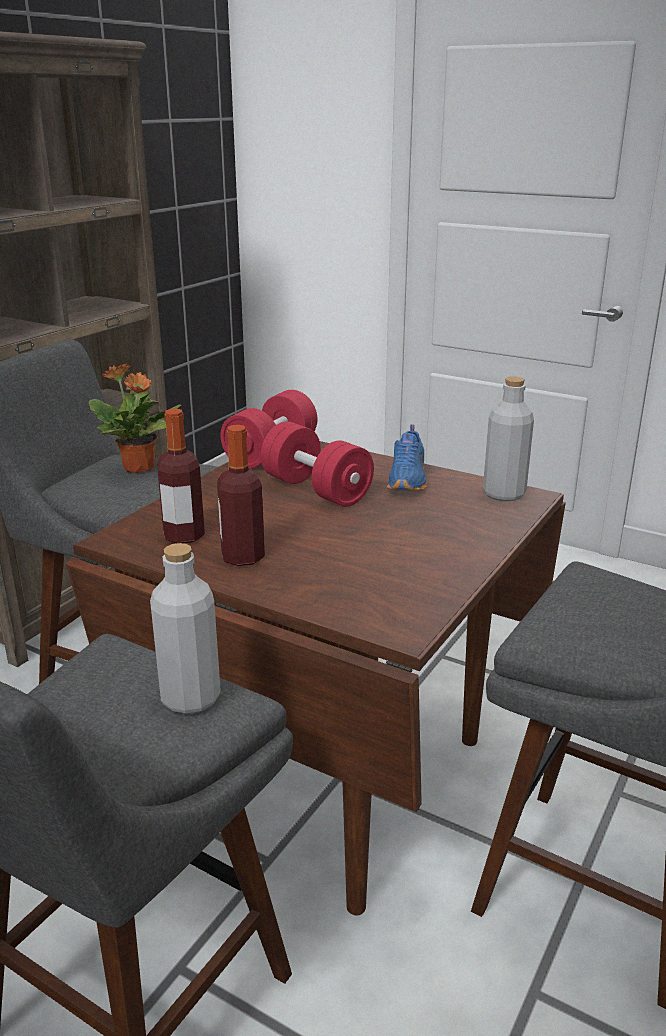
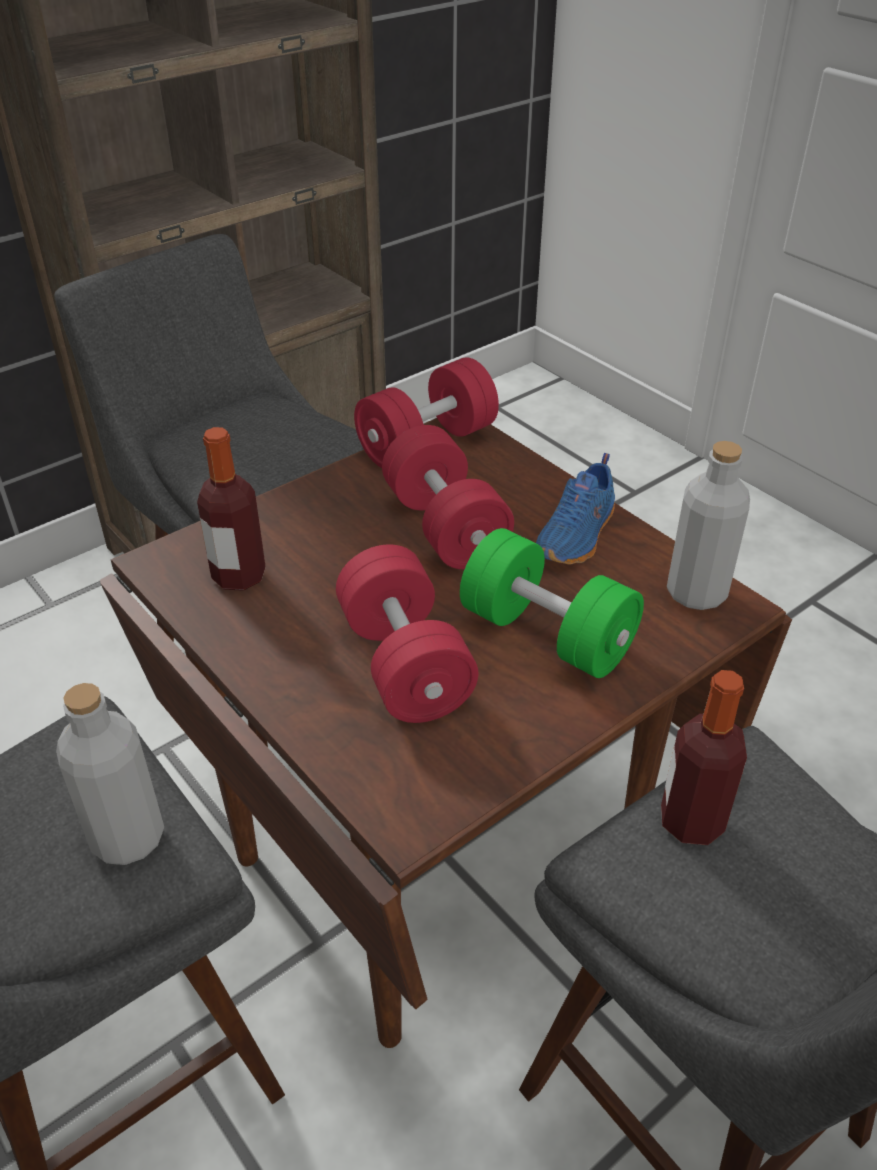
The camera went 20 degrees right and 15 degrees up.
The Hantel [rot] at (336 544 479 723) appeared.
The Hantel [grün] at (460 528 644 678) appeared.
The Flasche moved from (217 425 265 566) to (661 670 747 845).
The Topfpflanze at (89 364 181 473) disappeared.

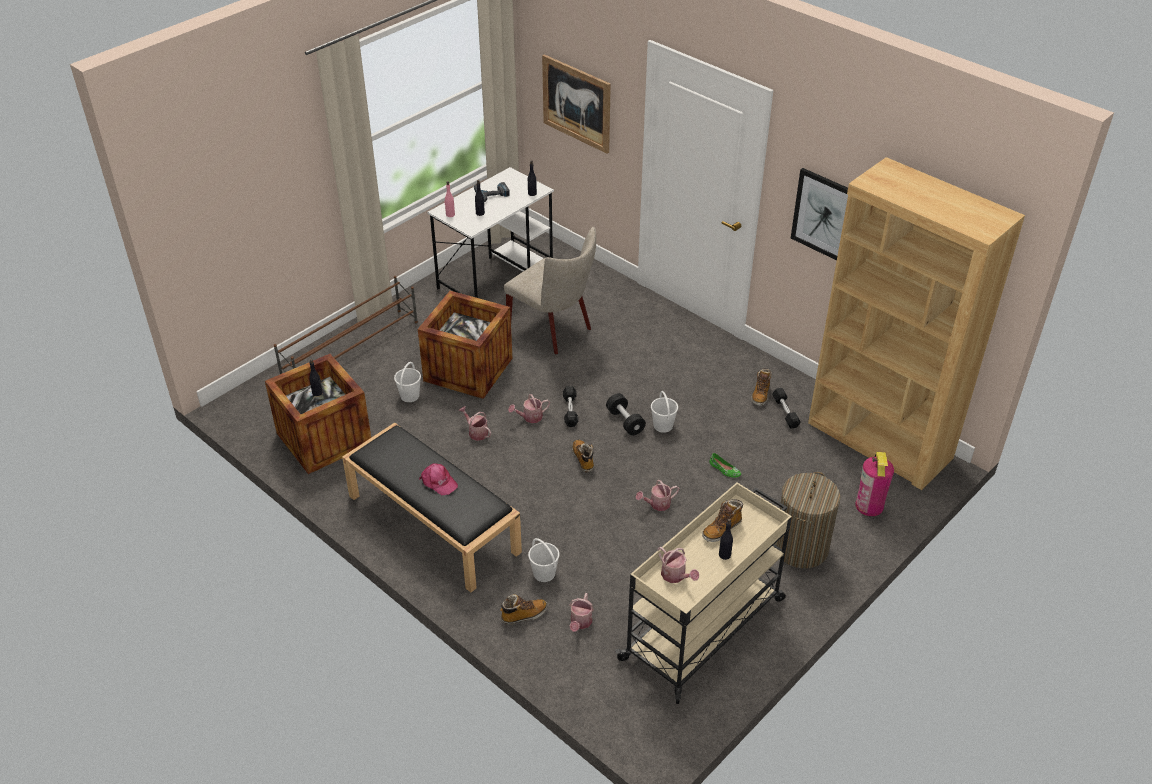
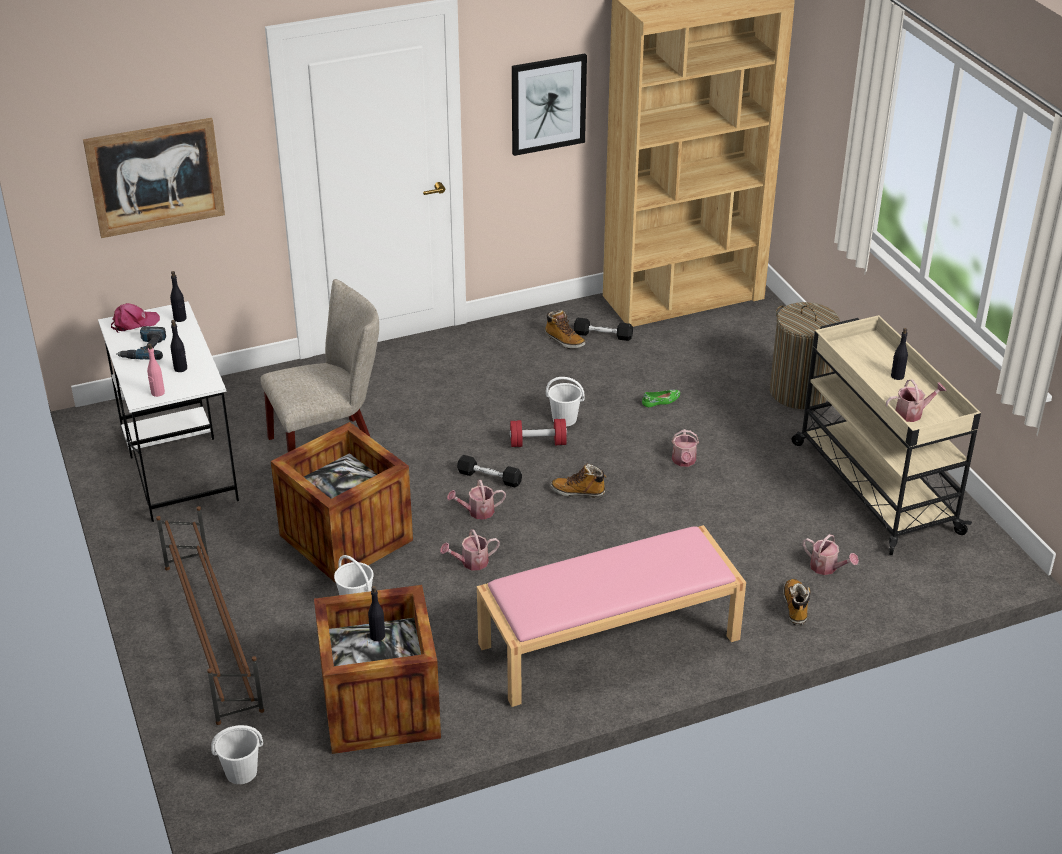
The camera went 65 degrees left and 5 degrees down.
The Kappe [rosa] moved from (419 463 458 495) to (111 303 160 333).
The Eimer [weiß] moved from (528 538 559 582) to (211 725 263 784).
The Gießkanne at (508 394 550 423) turned 75 degrees clockwise.
The Bank [schwarz] at (342 422 522 592) became the Bank [rosa] at (477 525 746 707).
The Hantel [schwarz] at (606 393 646 436) became the Hantel [rot] at (509 419 567 447).
The Stiefel at (702 499 743 542) disappeared.
The Feuerlöscher at (855 452 894 516) disappeared.

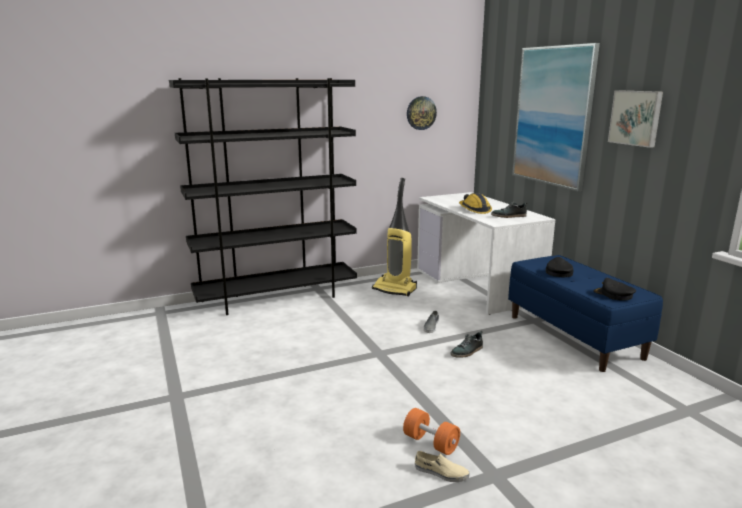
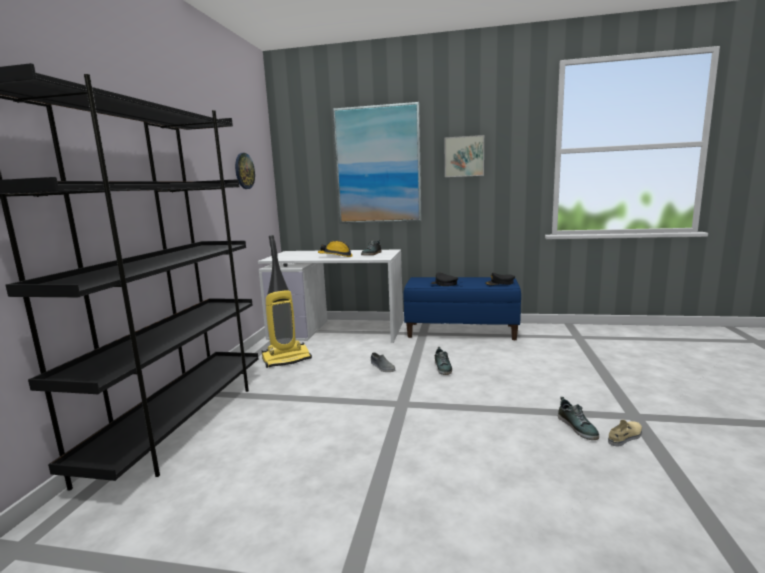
The camera went 55 degrees left and 5 degrees down.
The Hantel [orange] at (403 408 460 455) was replaced by the Schuh at (558 397 599 440).

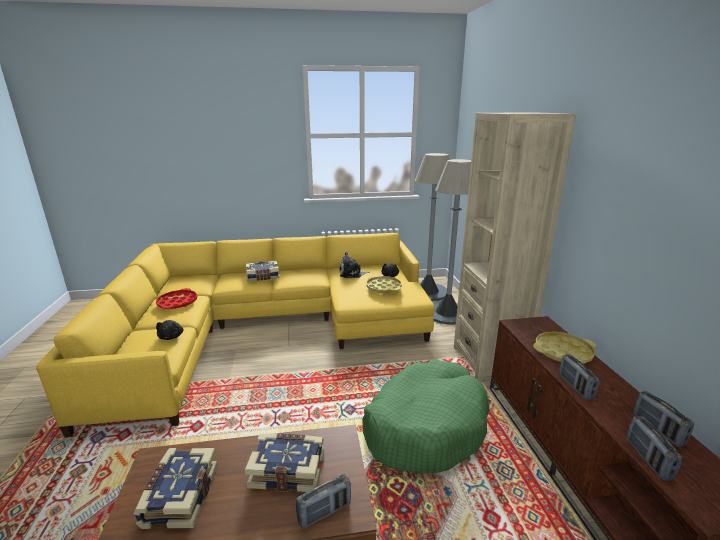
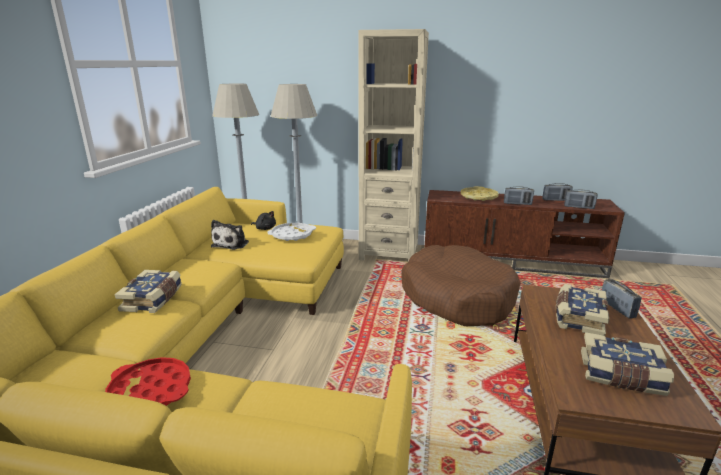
The camera went 70 degrees left and 0 degrees up.
The Tablett [gelb] at (366 276 402 293) became the Tablett [weiß] at (268 223 316 241).
The Hundebett [grün] at (362 360 490 474) became the Hundebett [braun] at (401 245 520 326).
The Plüschtier [schwarz] at (156 320 183 340) disappeared.

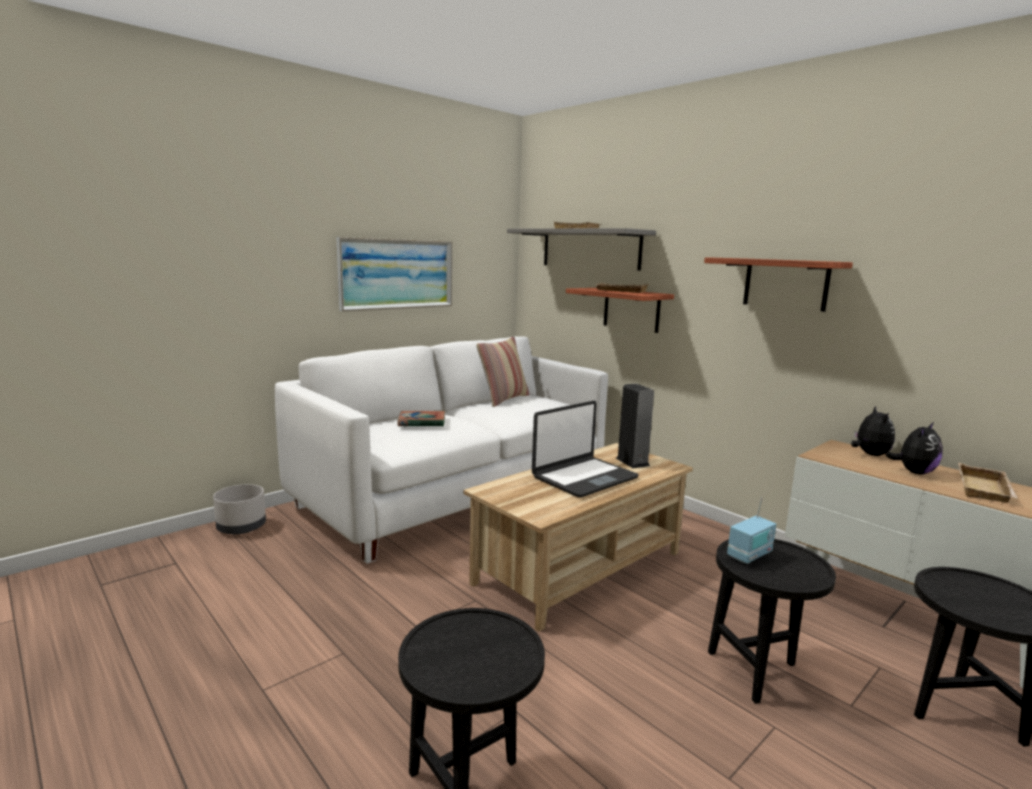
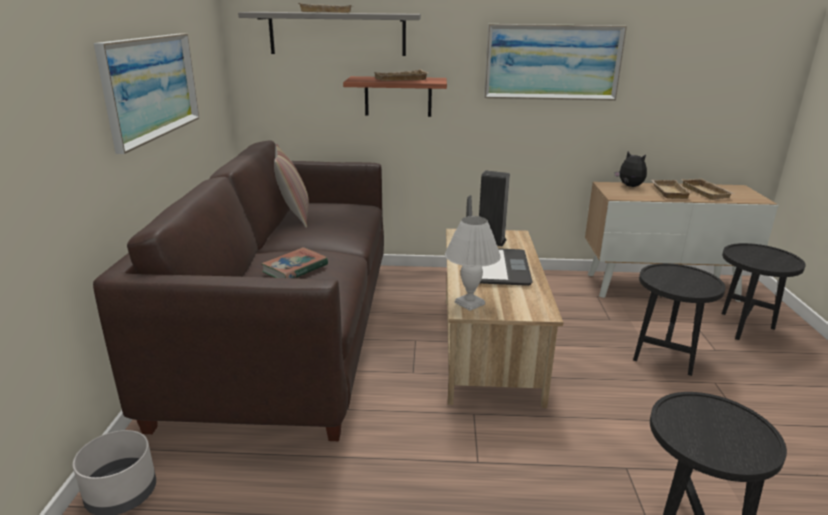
The camera went 45 degrees left and 10 degrees up.
The Sofa [weiß] at (275 336 608 564) became the Sofa [braun] at (93 140 384 441).
The Tischlampe [weiß] at (445 216 501 311) appeared.
The Wandregal at (704 257 853 312) was replaced by the Bild at (484 24 627 101).
The Plüschtier at (886 422 943 474) was replaced by the Tablett [beige] at (651 180 692 199).
The Radio at (727 498 776 564) disappeared.

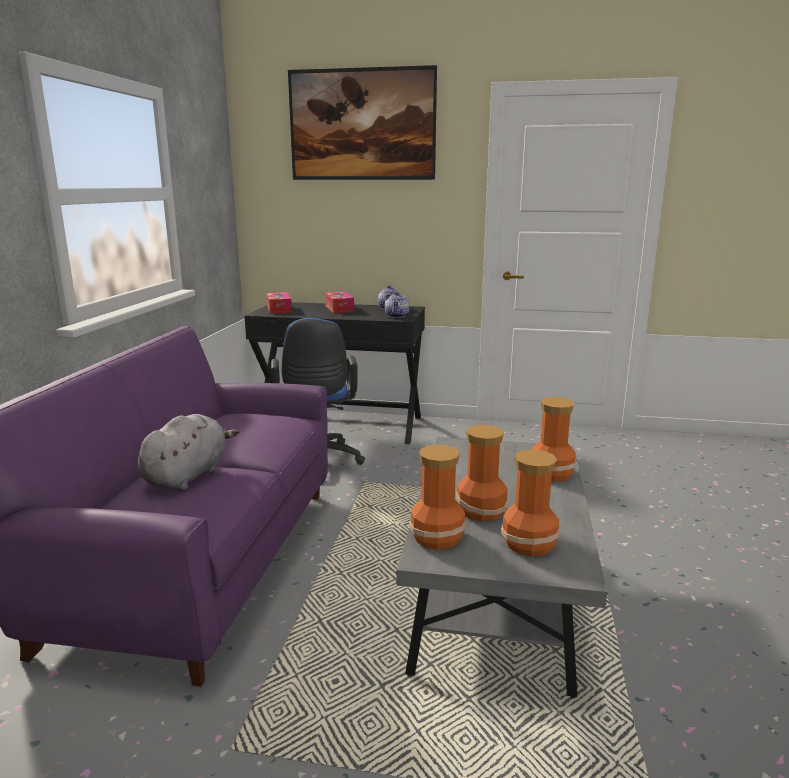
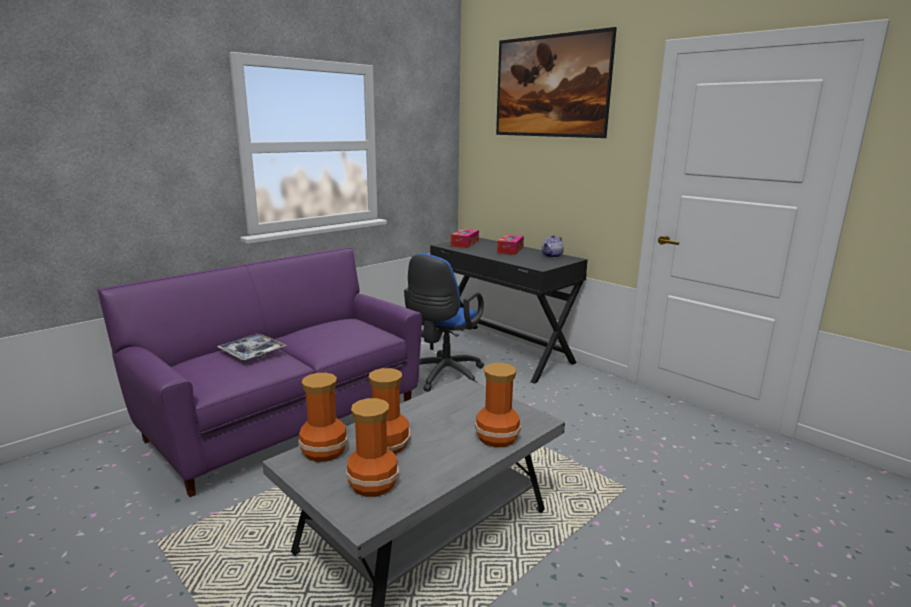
The camera went 35 degrees right and 0 degrees up.
The Plüschtier [grau] at (138 414 239 490) was replaced by the Tablett at (217 334 287 360).
The Teekanne at (385 292 410 318) disappeared.

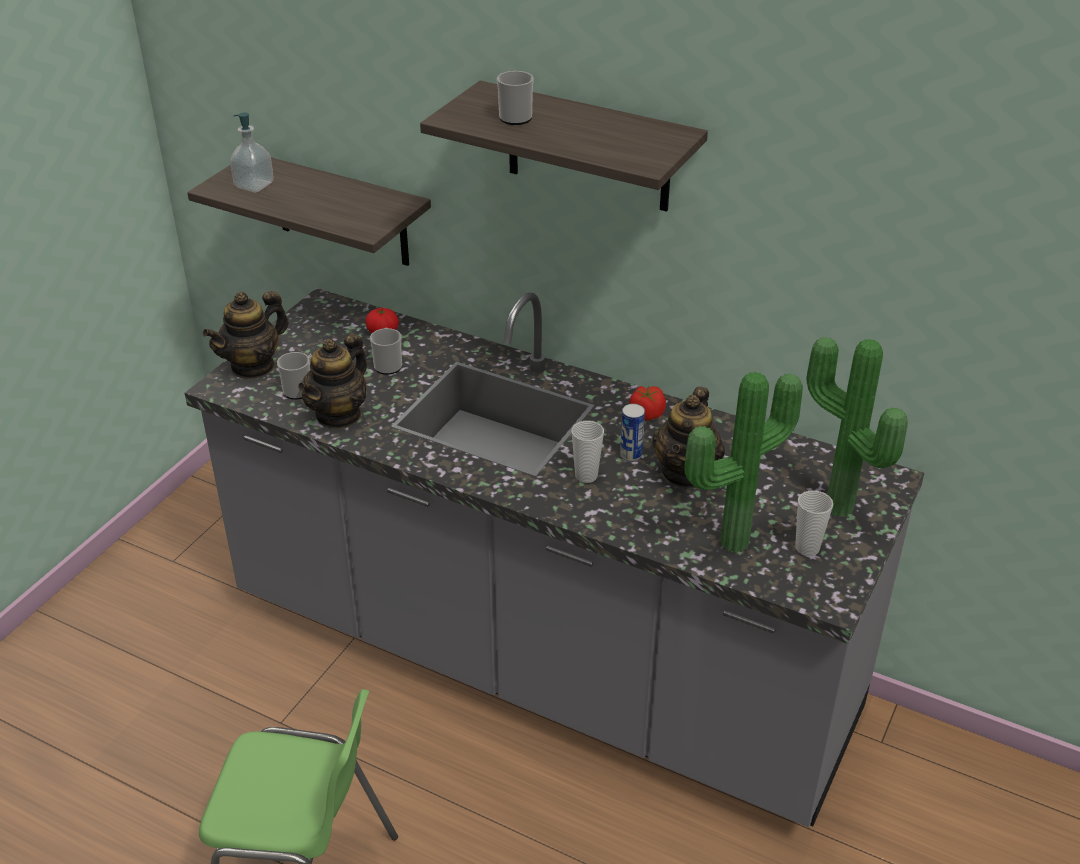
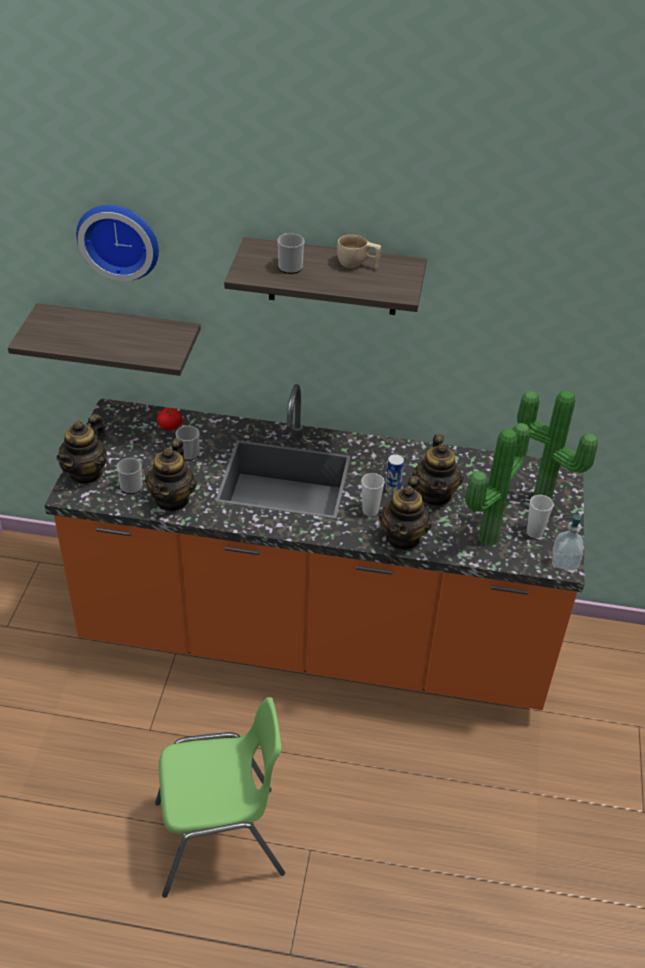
The camera went 20 degrees left and 5 degrees up.
The Küchenzeile [grau] at (185 288 924 827) became the Küchenzeile [orange] at (44 384 585 710).
The Wanduhr at (76 205 159 281) appeared.
The Tasse [beige] at (337 235 381 269) appeared.
The Teekanne at (379 476 431 551) appeared.
The Seifenspender moved from (230 112 274 192) to (552 514 584 571).
The Tomate at (629 386 666 420) disappeared.

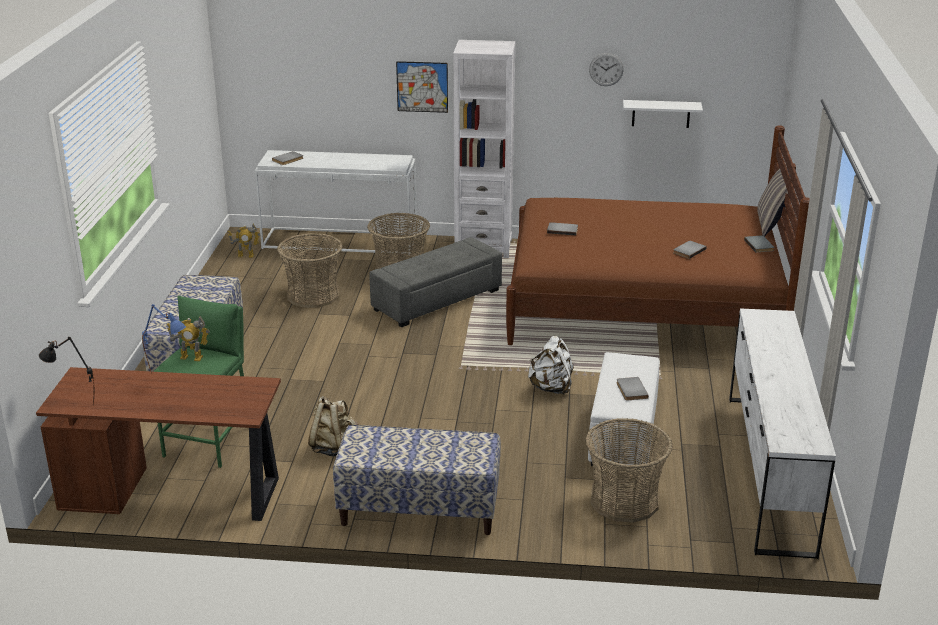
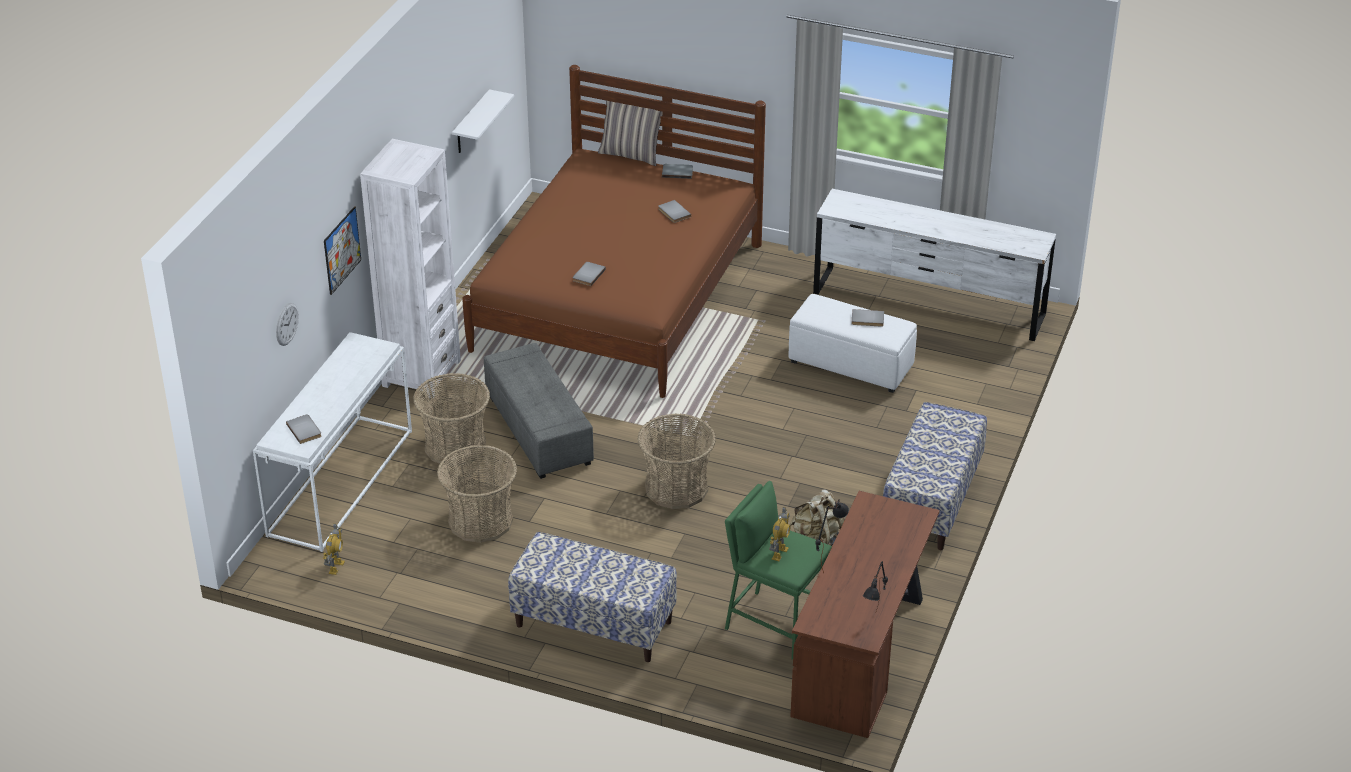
The camera went 75 degrees left and 10 degrees up.
The Wanduhr moved from (589 53 624 86) to (276 303 299 346).
The Korb moved from (585 418 673 523) to (637 413 716 509).
The Tischlampe [blau] at (142 304 186 373) became the Tischlampe [schwarz] at (815 499 849 573).
The Rucksack [weiß] at (528 336 574 395) disappeared.

